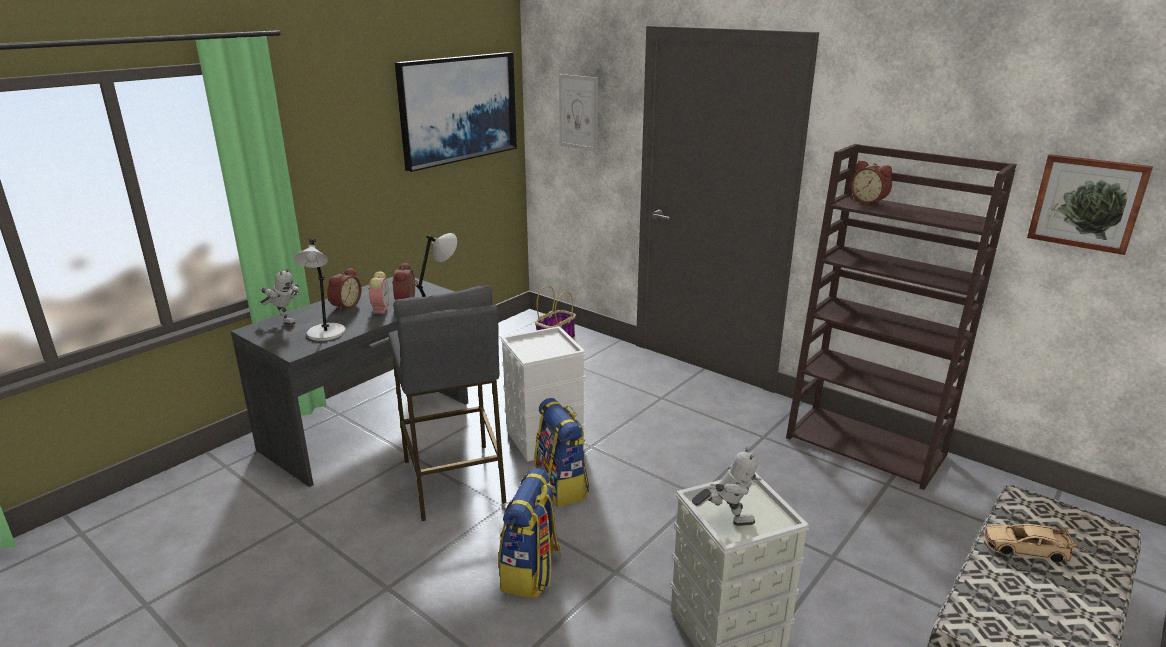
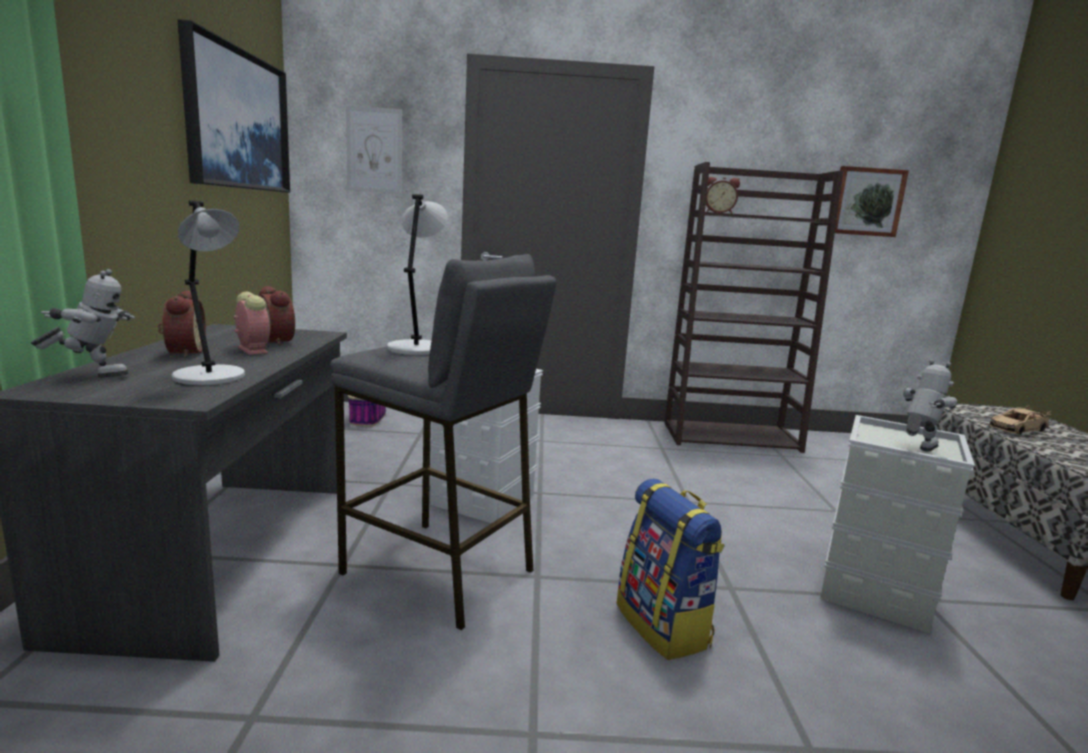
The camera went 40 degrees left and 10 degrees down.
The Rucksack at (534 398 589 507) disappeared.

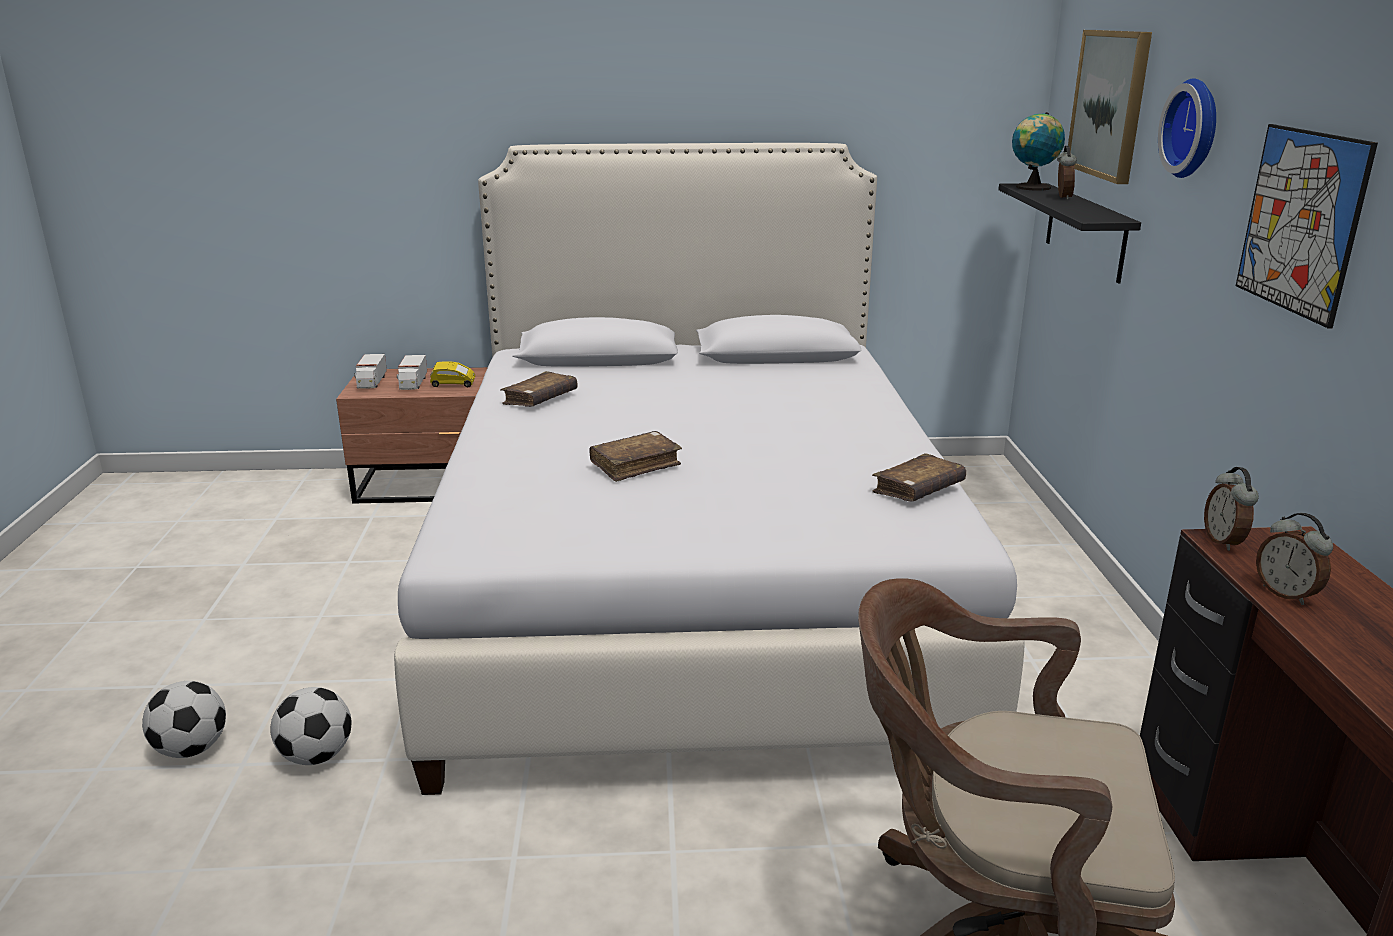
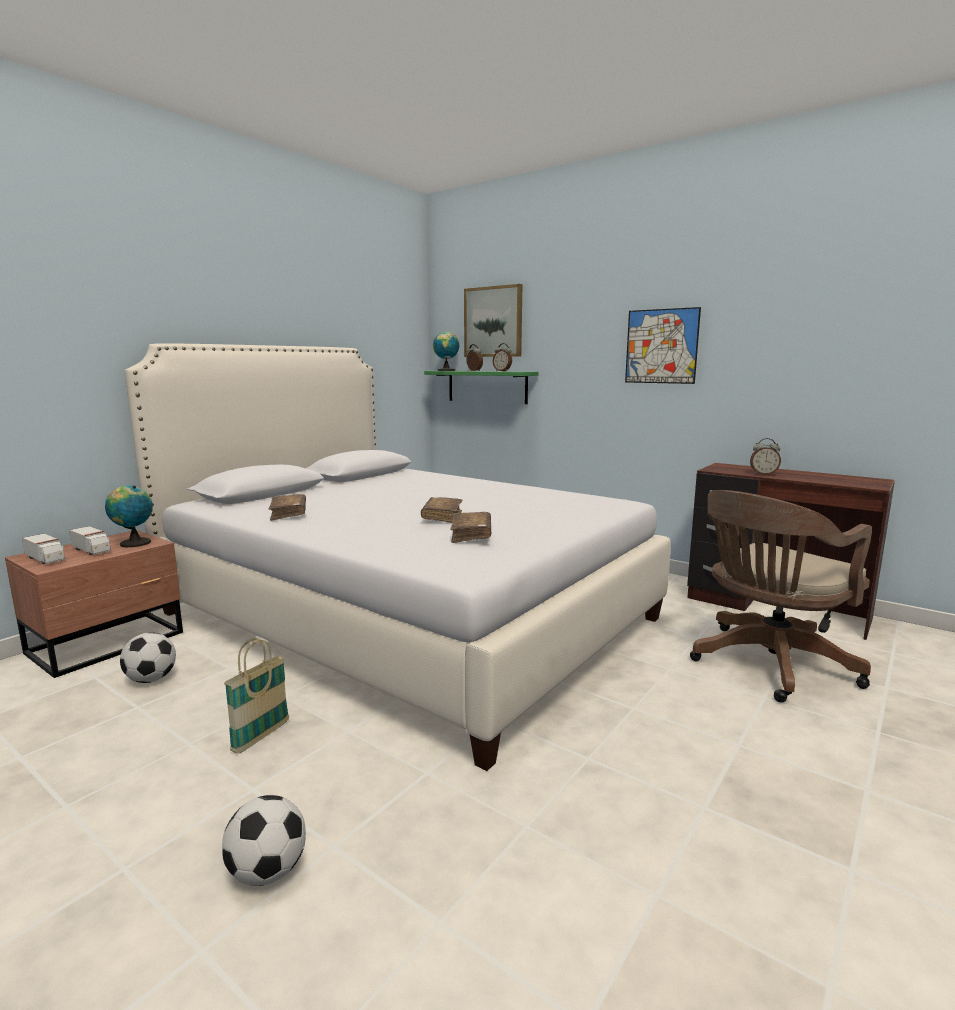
The camera went 50 degrees left and 10 degrees down.
The Spielzeugauto [gelb] at (430 361 475 387) was replaced by the Globus at (105 485 153 547).
The Fußball moved from (270 687 351 765) to (120 632 176 683).
The Korb at (224 638 289 754) appeared.
The Wandregal [schwarz] at (998 183 1141 284) became the Wandregal [grün] at (424 371 538 404).
The Buch [braun] moved from (872 453 966 501) to (450 512 491 543).
The Wecker moved from (1204 467 1259 551) to (493 343 512 371).
The Wanduhr at (1158 78 1216 178) disappeared.

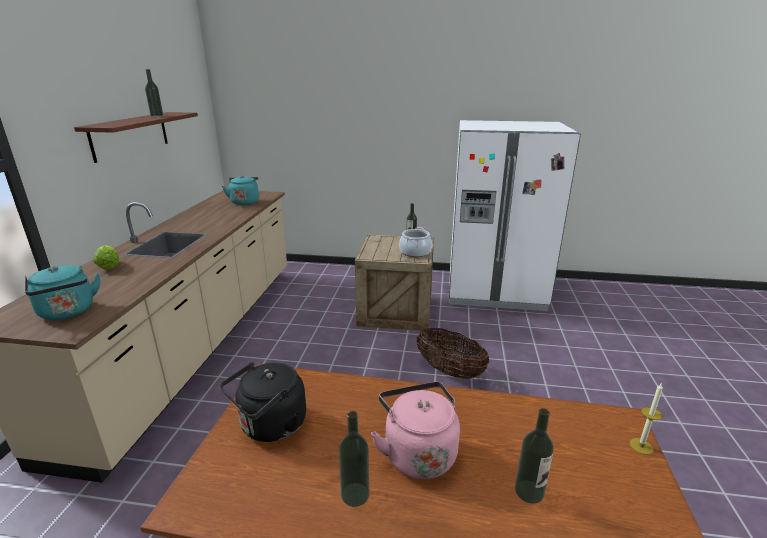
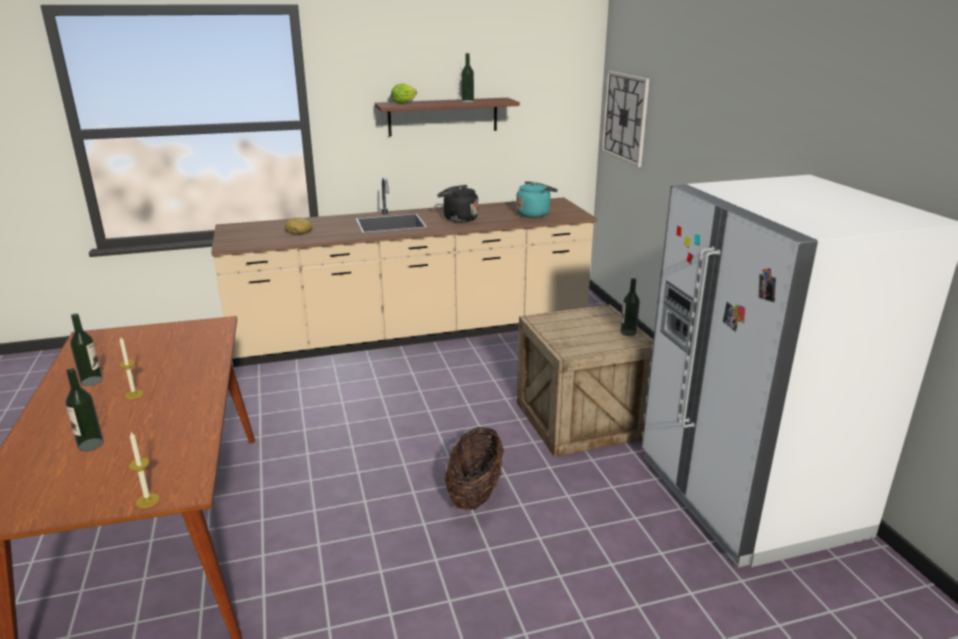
The camera went 65 degrees right and 0 degrees up.
The Wasserkessel [rosa] at (371 382 460 479) was replaced by the Kerze at (119 337 144 399).
The Brot at (285 217 312 234) appeared.
The Salatkopf moved from (93 245 120 270) to (391 83 417 104).
The Wasserkessel [schwarz] moved from (220 362 306 442) to (437 185 478 222).
The Wanduhr at (602 71 650 167) appeared.
The Wasserkessel [türkis] at (25 264 100 320) disappeared.
The Kochtopf at (399 227 432 257) disappeared.

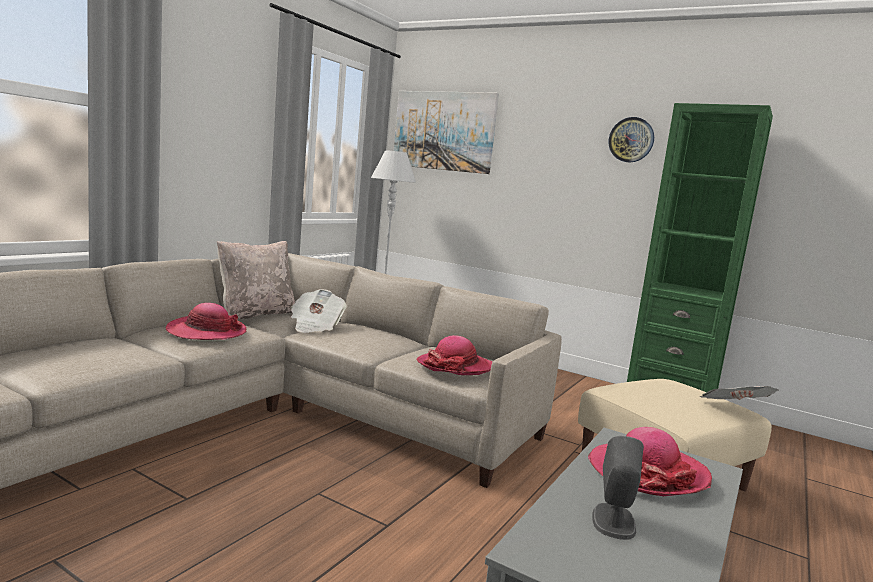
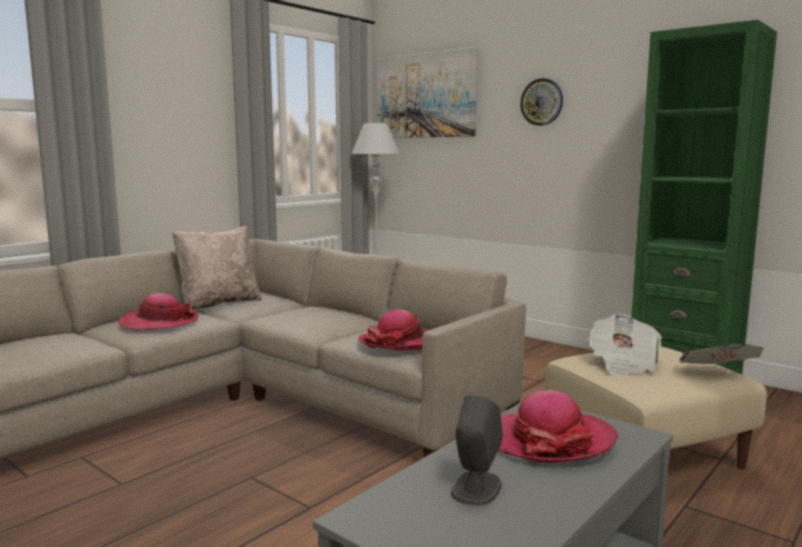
The camera went 10 degrees right and 0 degrees up.
The Wanduhr moved from (608 117 654 162) to (520 78 563 126).
The Zeitung moved from (291 289 347 333) to (587 314 662 376).

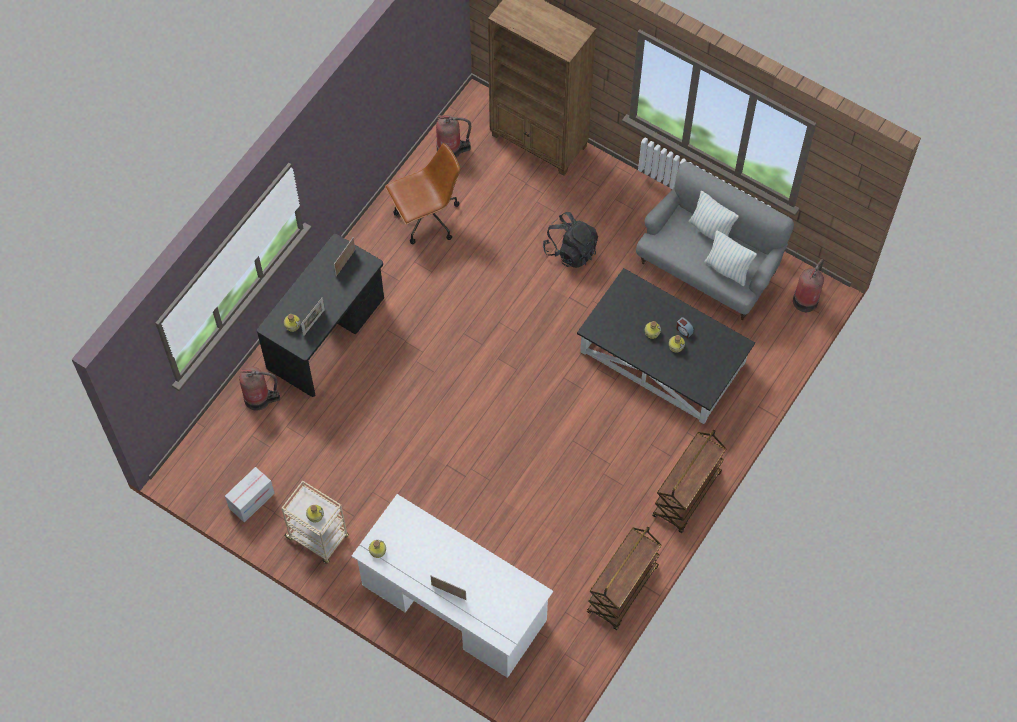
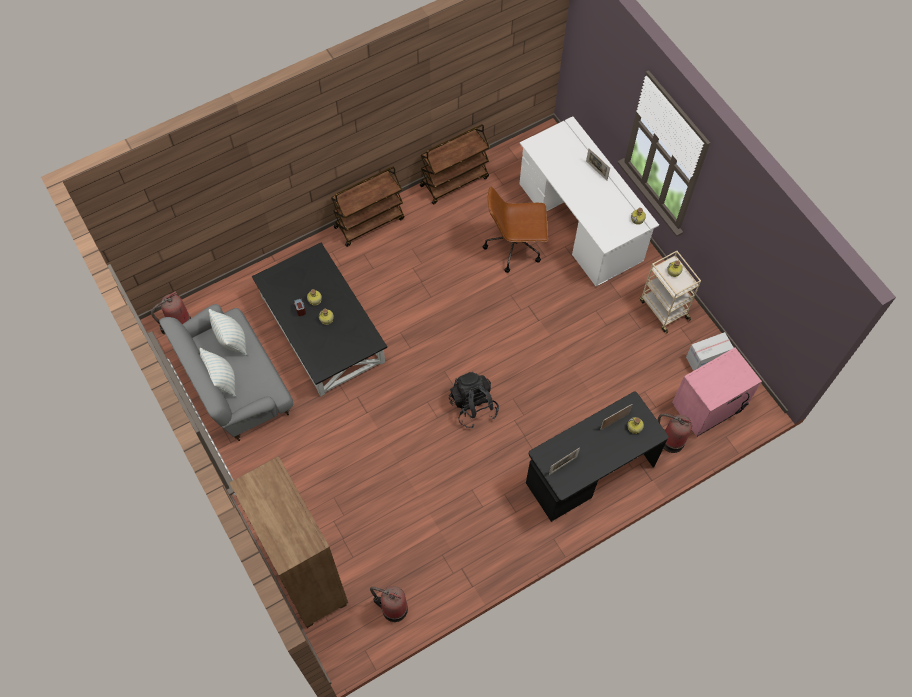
The camera went 155 degrees left and 0 degrees up.
The Rucksack [schwarz] moved from (543 212 598 268) to (449 372 499 428).
The Bürostuhl [braun] moved from (385 143 460 244) to (483 186 548 273).
The Nachttisch [rosa] at (672 348 762 437) appeared.

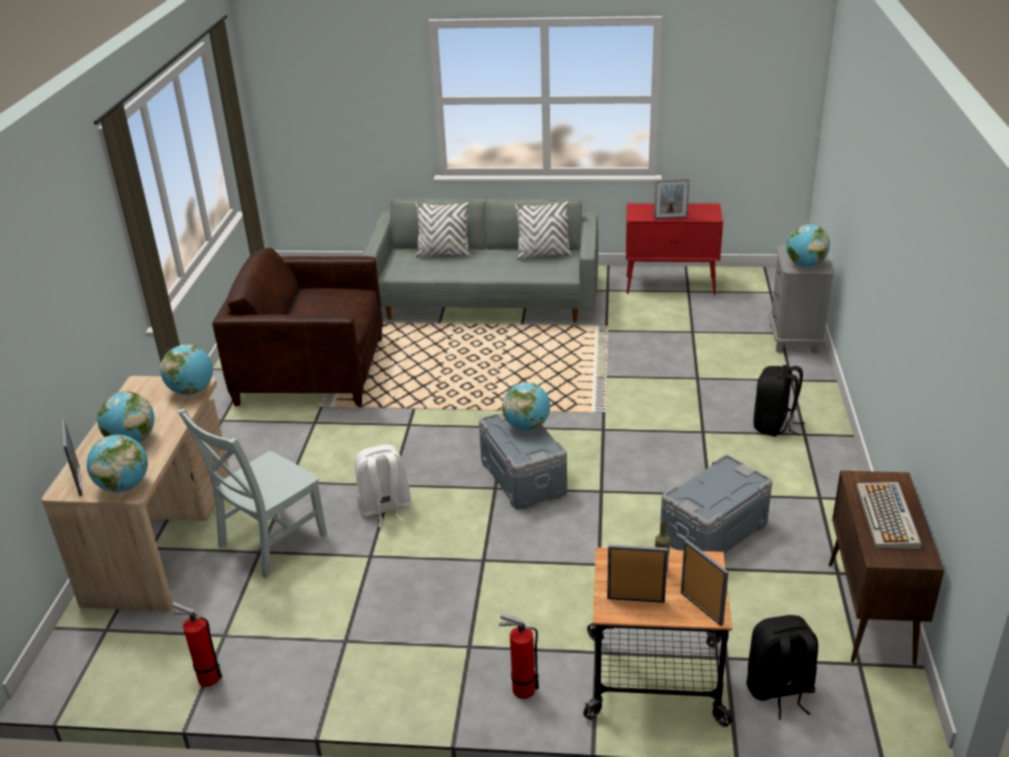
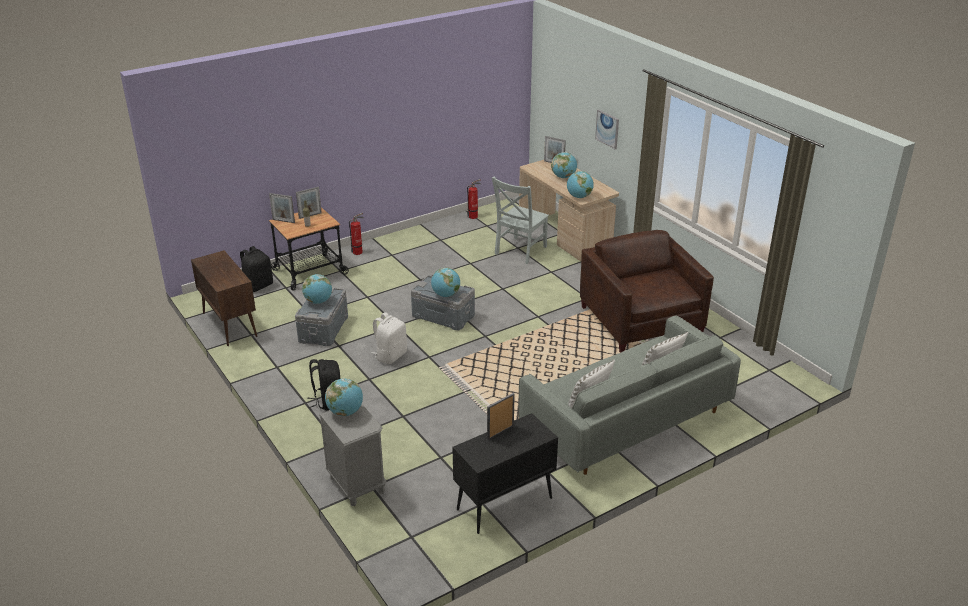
The camera went 140 degrees right and 0 degrees up.
The Globus moved from (87 435 148 492) to (302 274 332 304).
The Rucksack [weiß] moved from (355 445 411 527) to (371 312 407 364).
The Schrank [rot] at (626 203 723 295) became the Schrank [schwarz] at (452 413 558 534).
The Stuhl [grau] at (177 408 327 578) turned 150 degrees counterclockwise.
The Sessel [braun] at (212 248 383 406) turned 75 degrees counterclockwise.
The Bild at (595 110 619 149) appeared.
The Tastatur at (856 482 922 549) disappeared.

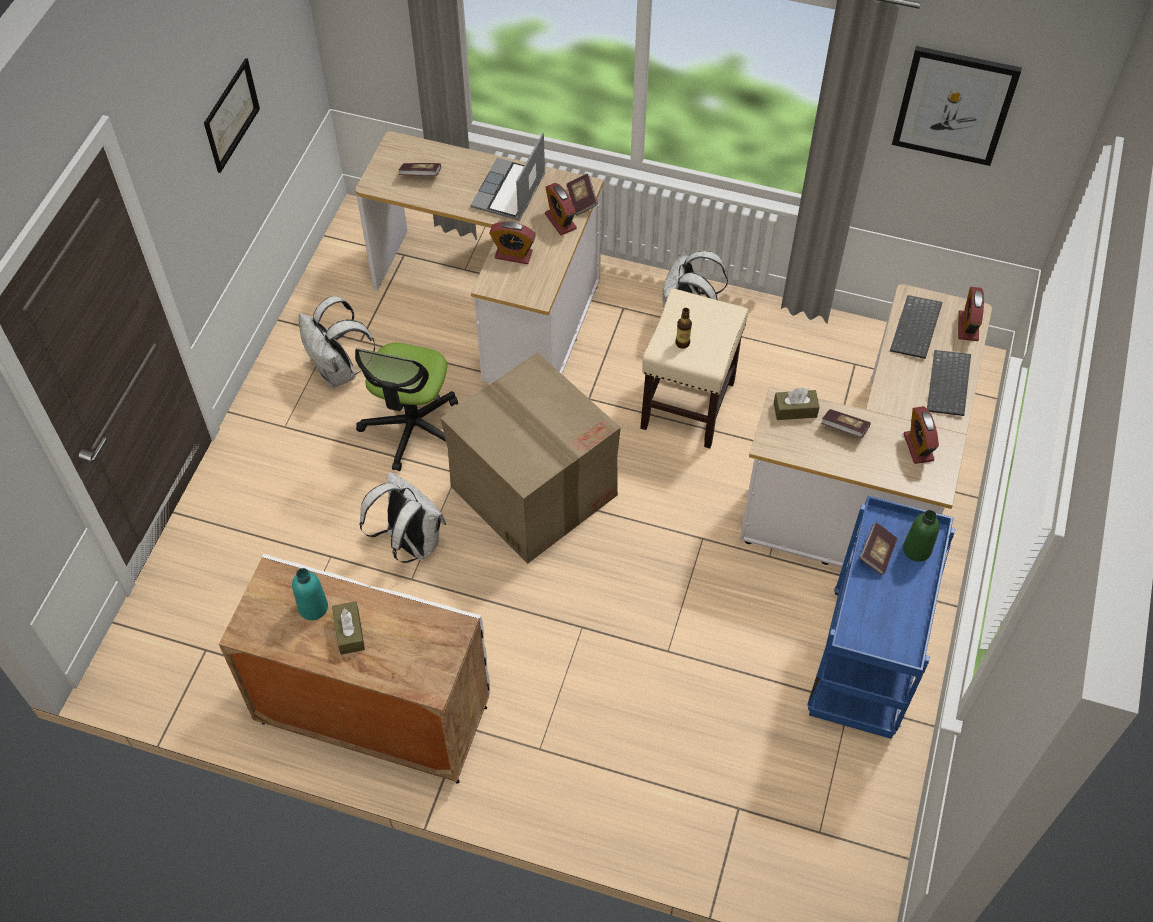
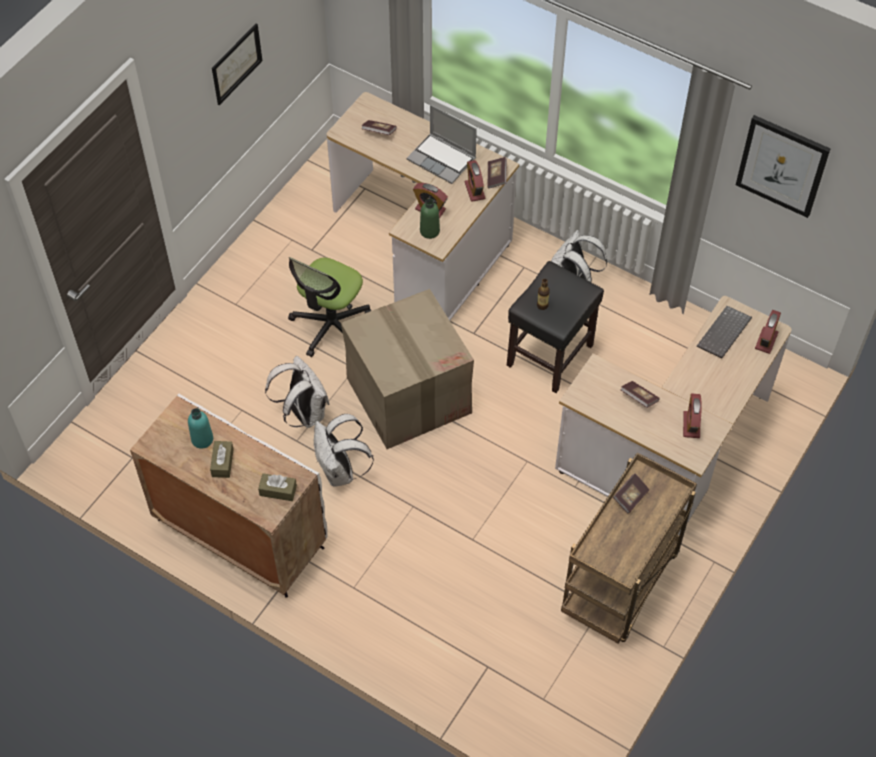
The camera went 15 degrees right and 0 degrees up.
The Taschentuchbox [braun] moved from (774 388 819 420) to (258 473 297 501).
The Rucksack [weiß] moved from (299 296 375 387) to (314 414 374 487).
The Laptop at (470 133 545 221) turned 90 degrees counterclockwise.
The Flasche [grün] moved from (903 510 940 562) to (420 198 440 239).
The Hocker [beige] at (640 289 749 448) became the Hocker [schwarz] at (507 261 604 393).
The Rollwagen [blau] at (807 496 956 739) became the Rollwagen [braun] at (561 452 697 644).
The Tastatur at (927 350 971 416) disappeared.

